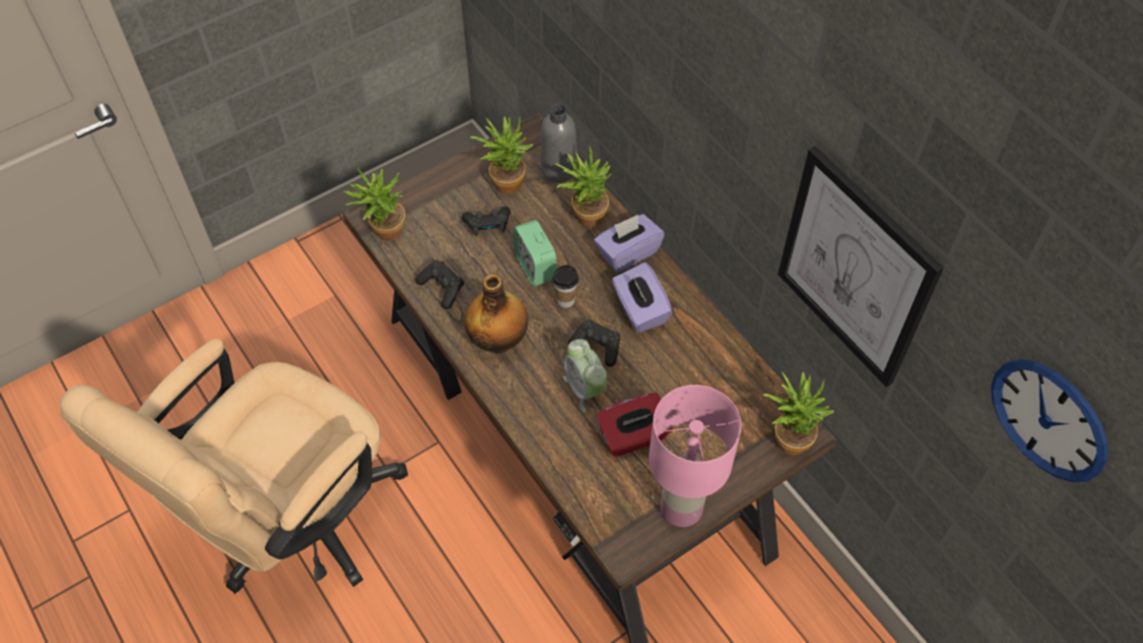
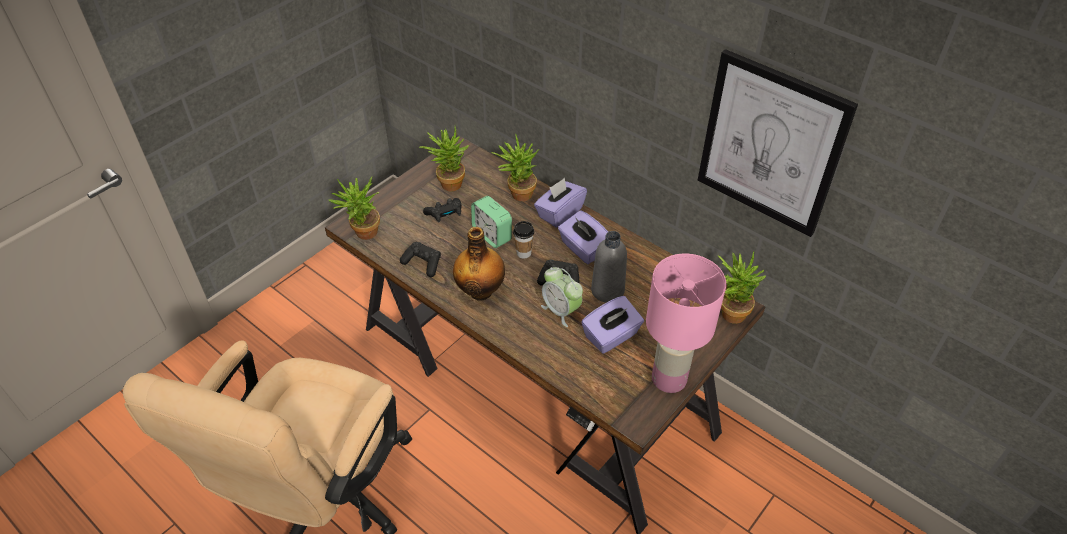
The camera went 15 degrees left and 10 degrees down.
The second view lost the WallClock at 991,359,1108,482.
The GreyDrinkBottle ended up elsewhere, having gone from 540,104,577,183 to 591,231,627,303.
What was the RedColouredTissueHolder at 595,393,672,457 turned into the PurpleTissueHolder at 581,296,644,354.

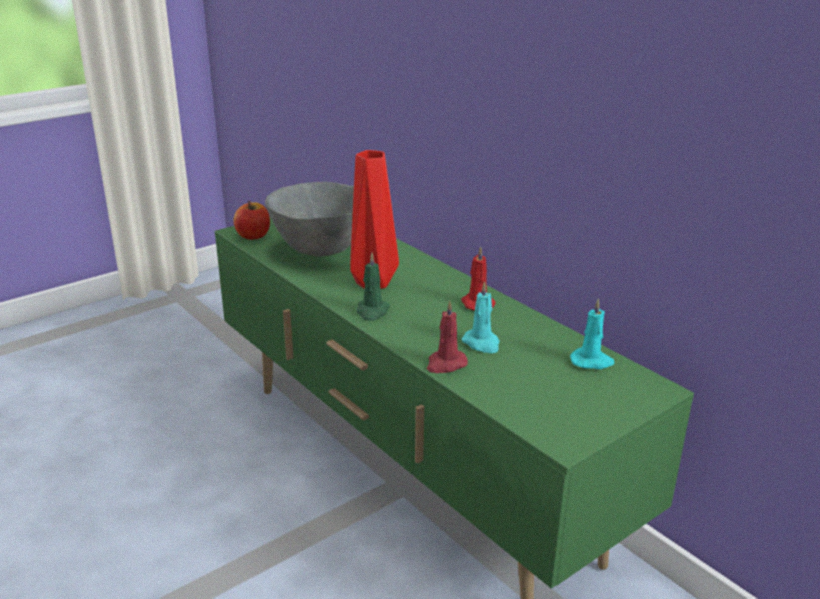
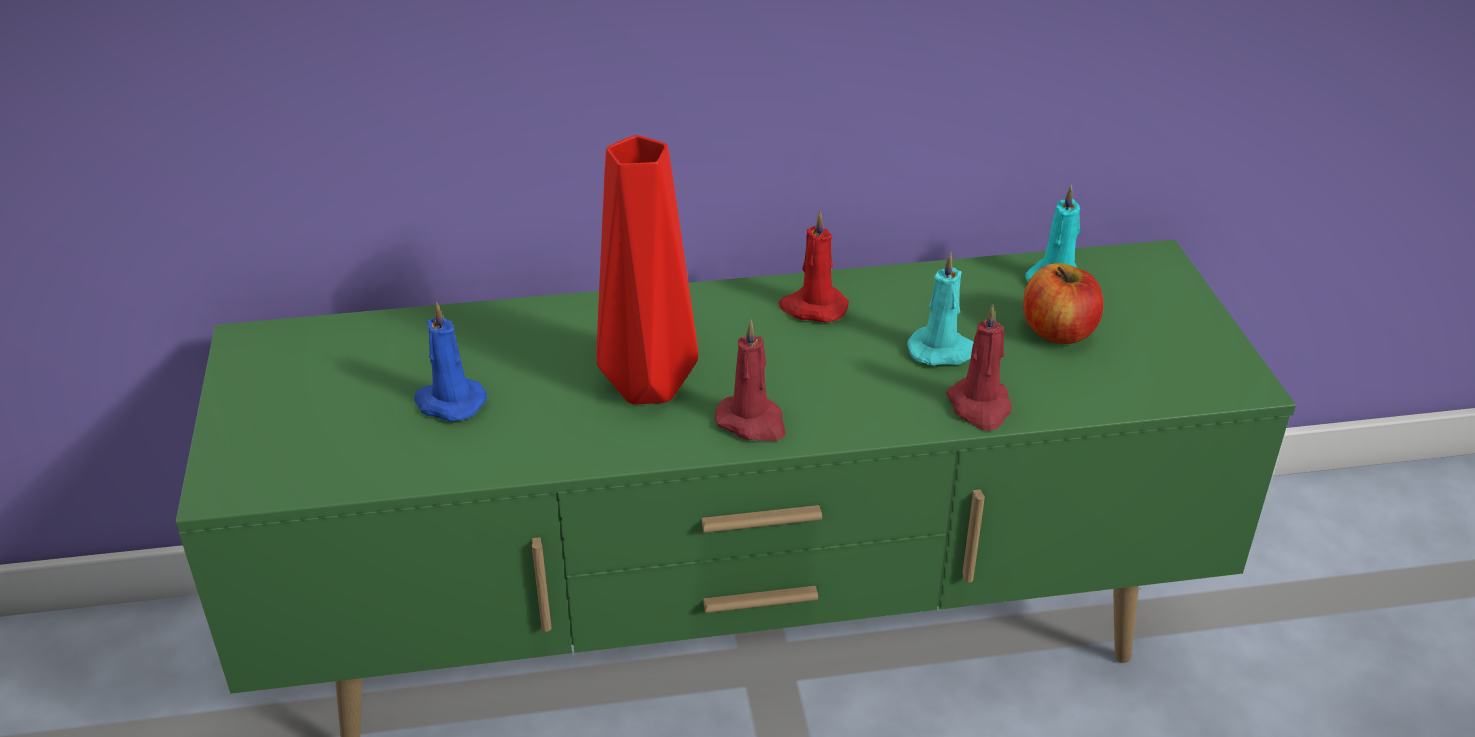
The camera went 60 degrees left and 10 degrees up.
The AppleFruit ended up elsewhere, having gone from 234,201,270,240 to 1023,263,1103,344.
Where the GreyDeepDish stood at 265,182,354,256, the BlueWaxCandle came to stand at 414,302,487,421.
What was the GreenishWaxCandle at 357,253,390,321 turned into the RedColouredWaxCandle at 715,320,786,441.

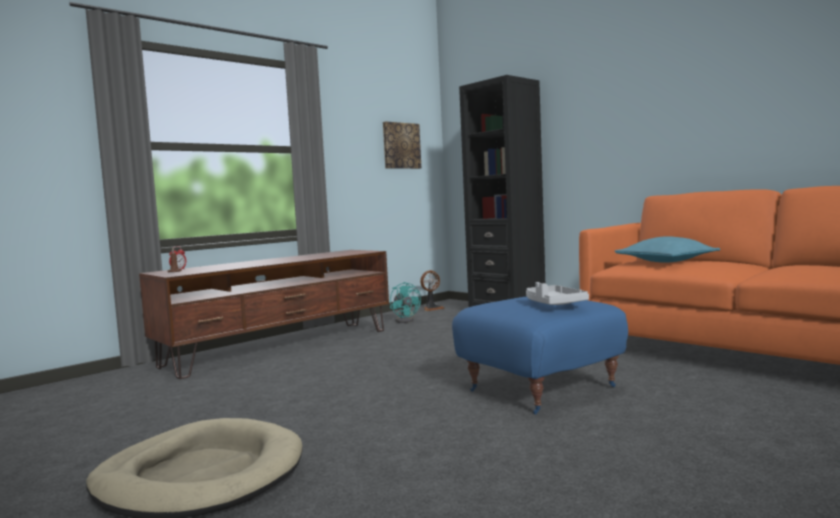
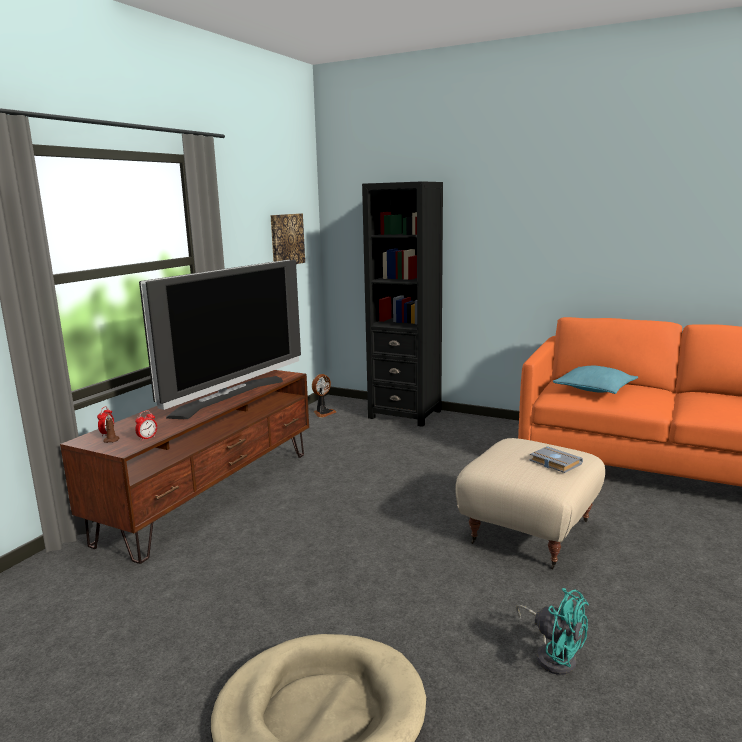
The camera went 20 degrees left and 10 degrees up.
The second view gained the TableClock at 135,410,157,441.
The second view gained the Television at 139,260,301,419.
The BlueGreenElectricFan ended up elsewhere, having gone from 390,282,421,323 to 516,588,589,675.
Where the GreyServingTray stood at 526,282,589,305, the GreyBook came to stand at 530,446,583,473.
What was the BlueFootrest at 452,297,628,415 turned into the BeigeFootrest at 455,438,605,569.

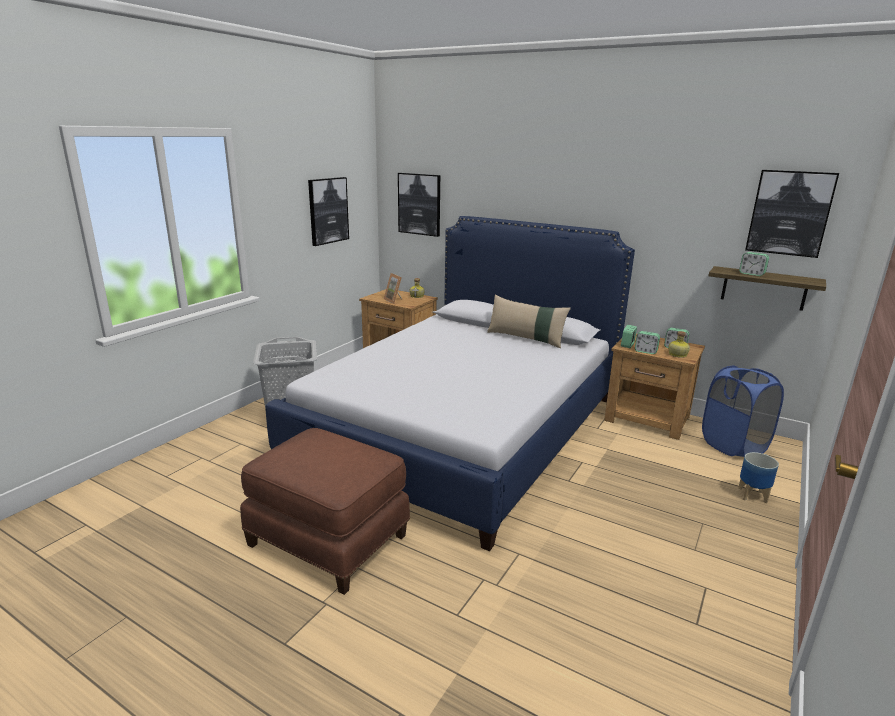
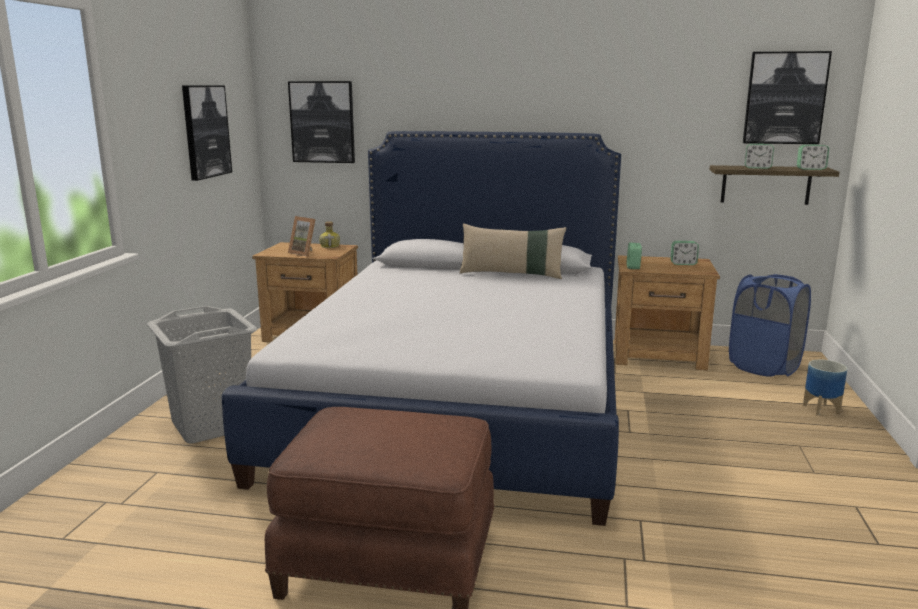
The camera went 20 degrees left and 5 degrees down.
The second view lost the DrinkBottle at 668,331,690,358.
The TableClock ended up elsewhere, having gone from 635,331,660,354 to 797,144,829,170.

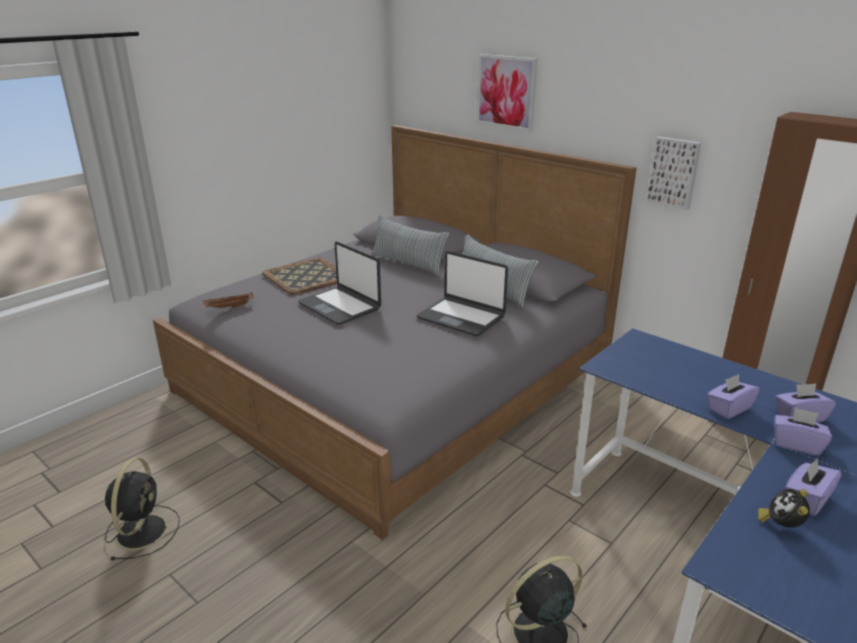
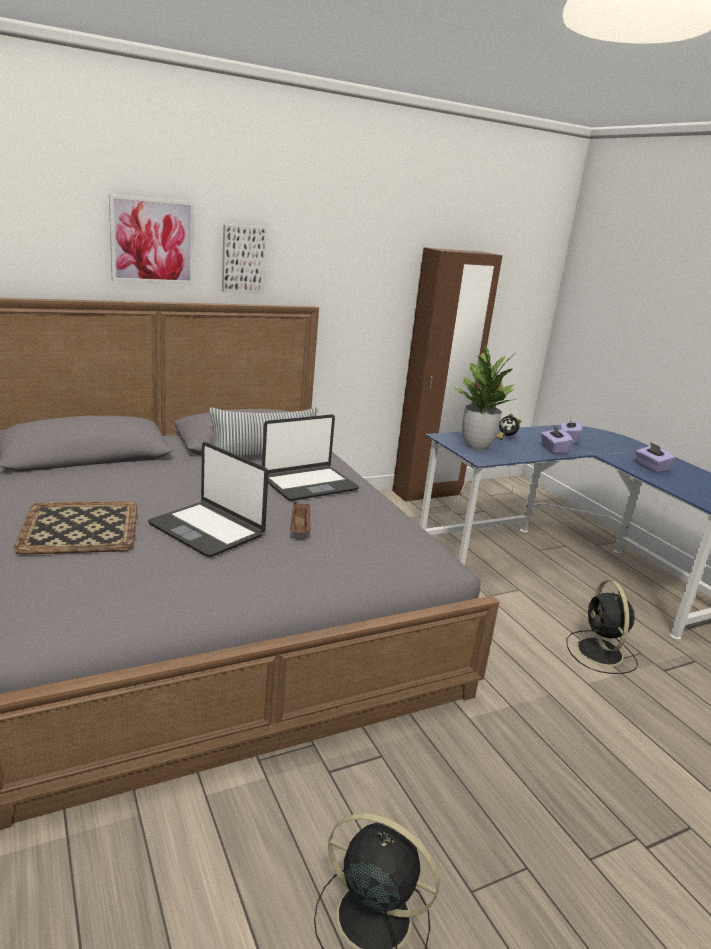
The camera went 70 degrees left and 5 degrees down.
The second view lost the Pillow at 371,215,449,276.
The second view lost the PurpleTissueHolder at 775,407,832,456.
The second view gained the PlantInAPot at 452,345,518,450.
The BrownColouredServingTray ended up elsewhere, having gone from 203,292,254,308 to 290,502,311,533.
The WallPicture ended up elsewhere, having gone from 646,136,701,210 to 222,224,267,293.
The TableClock ended up elsewhere, having gone from 758,489,810,528 to 496,414,521,440.
The PortableComputer at 298,242,381,325 ended up facing another way, 60 degrees clockwise from before.

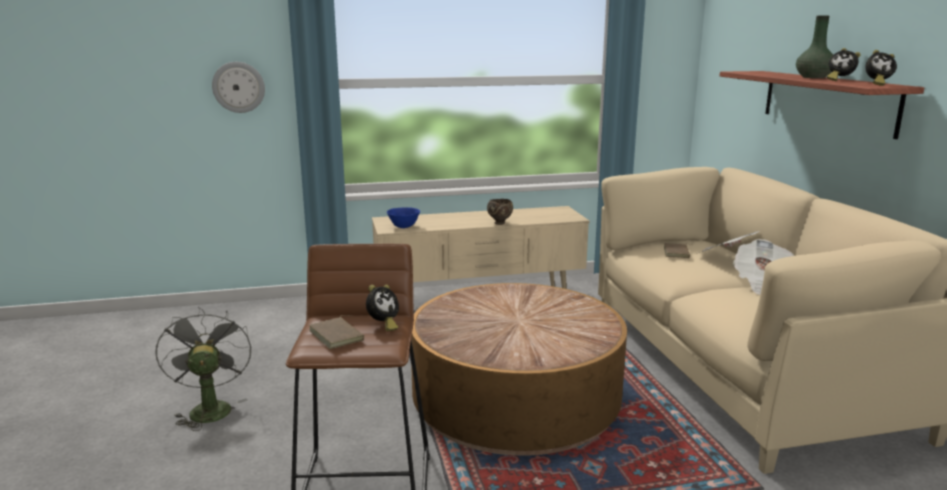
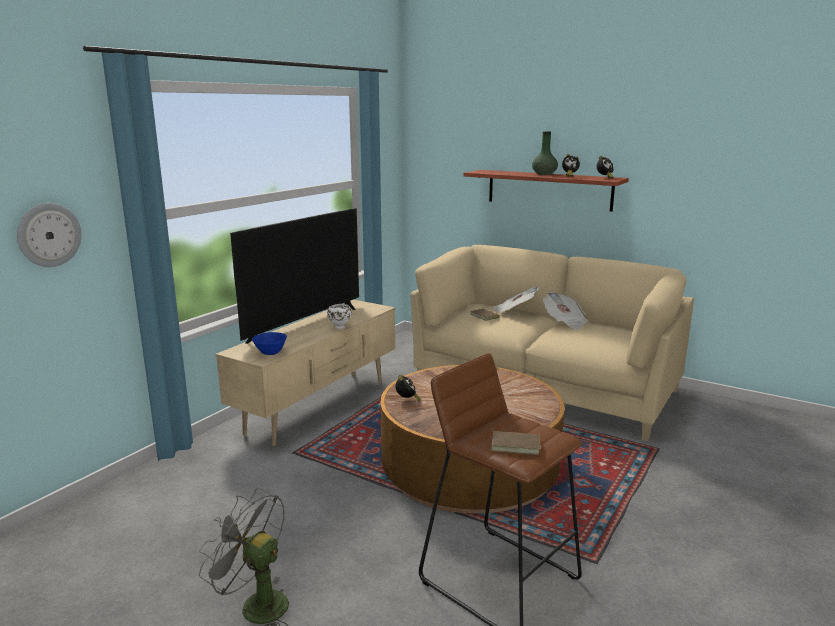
The camera went 45 degrees left and 0 degrees up.
The second view gained the Television at 230,208,359,344.
The TableClock ended up elsewhere, having gone from 366,285,399,331 to 396,374,421,402.
What was the BrownColouredDeepDish at 487,199,513,225 turned into the WhiteDeepDish at 327,304,352,329.

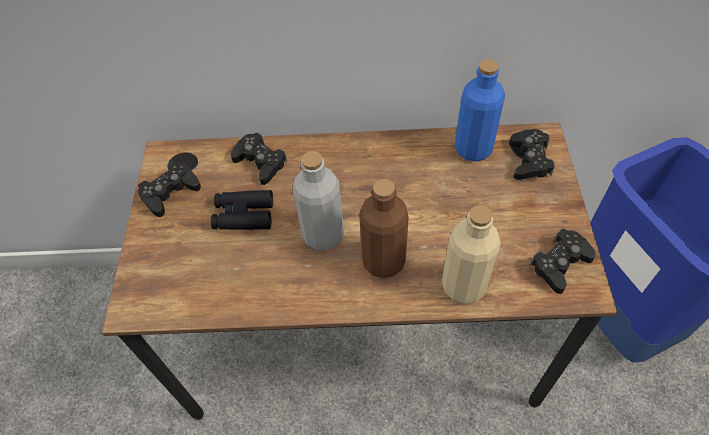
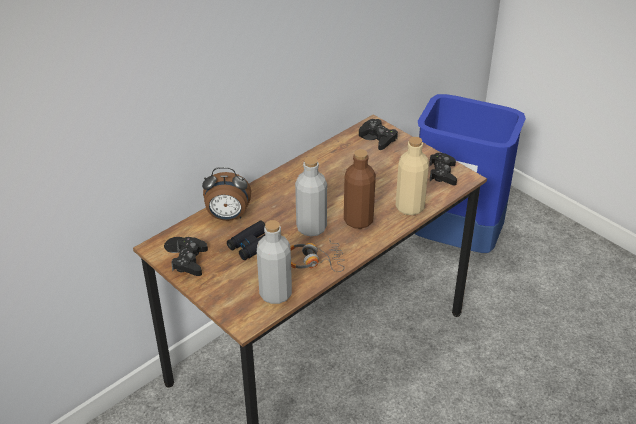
The camera went 45 degrees left and 15 degrees down.
The second view lost the BlueDrinkBottle at 455,59,505,162.
The second view gained the GreyDrinkBottle at 257,220,292,304.
The second view gained the Headphones at 291,238,345,272.
Where the BlackishGamepad stood at 230,133,287,185, the TableClock came to stand at 202,167,251,221.

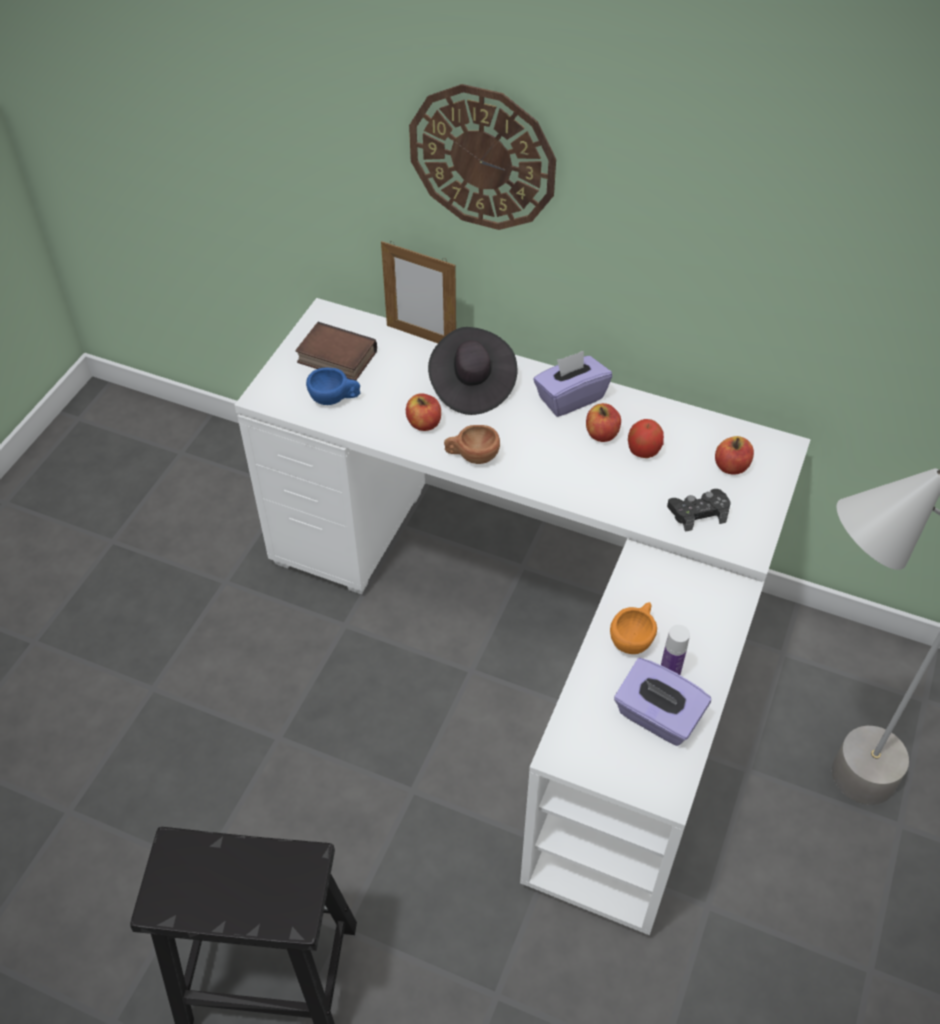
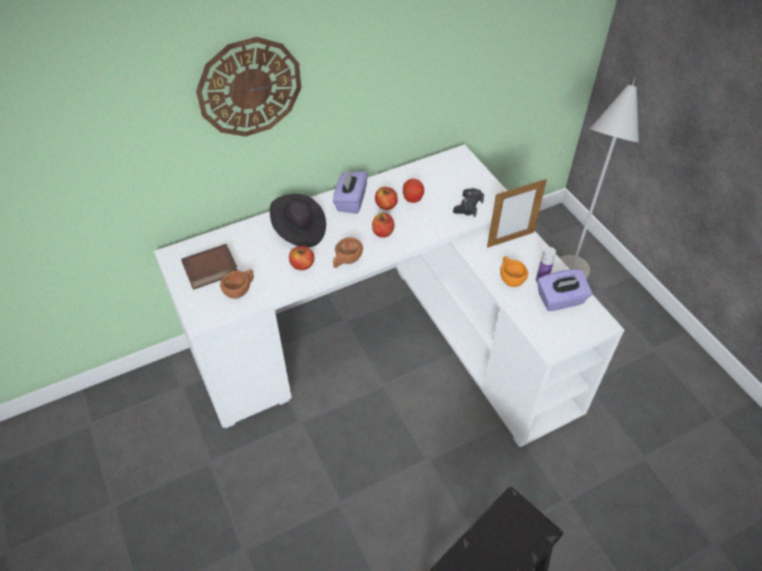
The camera went 50 degrees left and 0 degrees up.
The PhotoFrame ended up elsewhere, having gone from 381,241,456,343 to 487,179,547,248.
The AppleFruit ended up elsewhere, having gone from 715,436,754,475 to 372,213,395,238.
What was the BlueDrinkingCup at 306,368,360,405 turned into the BrownColouredDrinkingCup at 220,269,254,299.

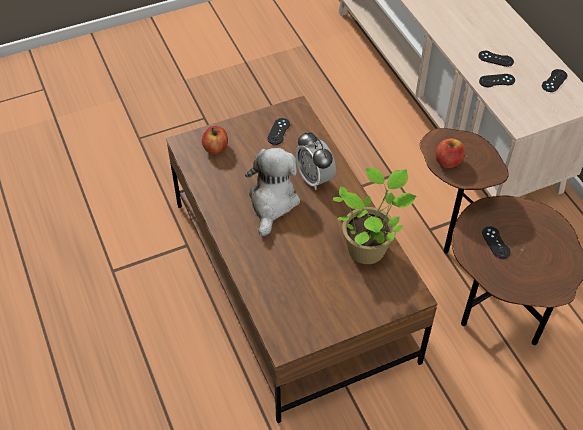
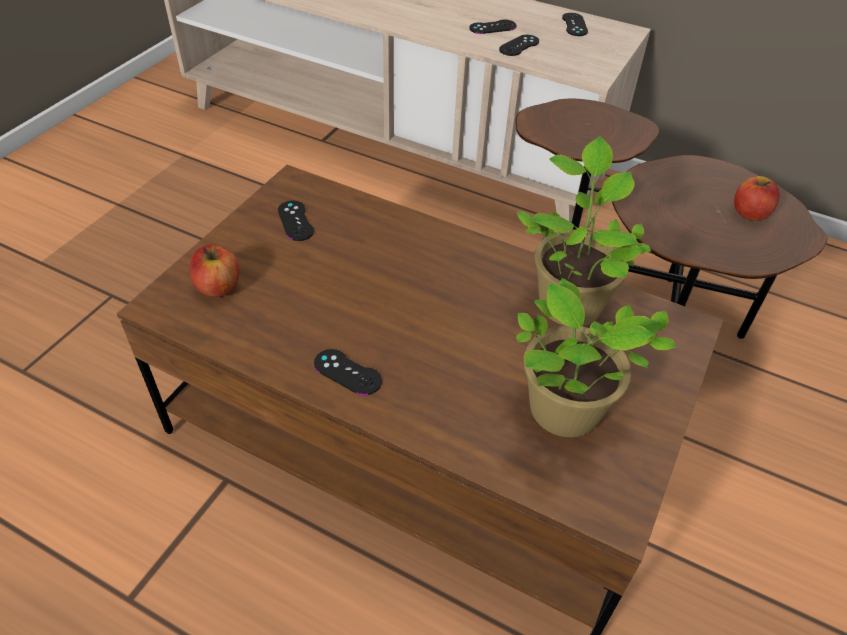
The camera went 40 degrees left and 5 degrees down.
The second view lost the SoftToy at 245,148,300,237.
The second view lost the TableClock at 295,131,336,190.
The second view gained the PlantInAPot at 516,278,677,437.
The AppleFruit ended up elsewhere, having gone from 435,139,465,168 to 734,176,780,221.
The BlackishGamepad ended up elsewhere, having gone from 482,226,511,259 to 314,349,382,395.

